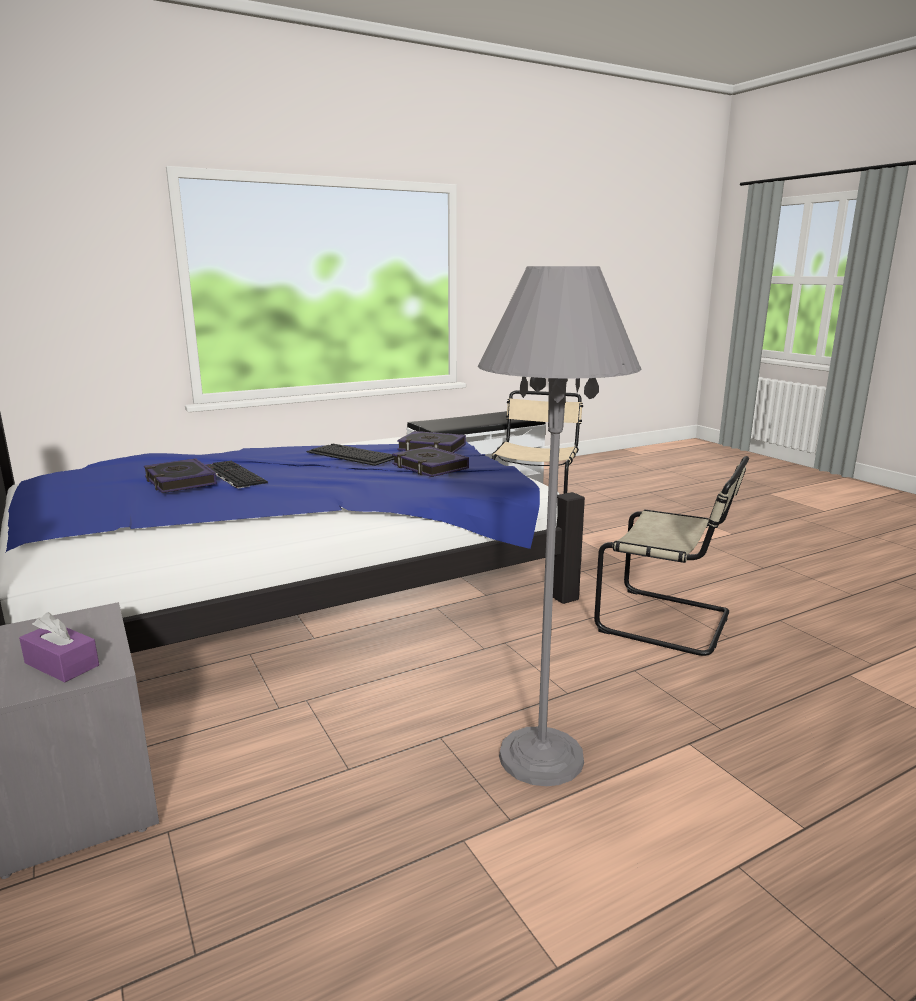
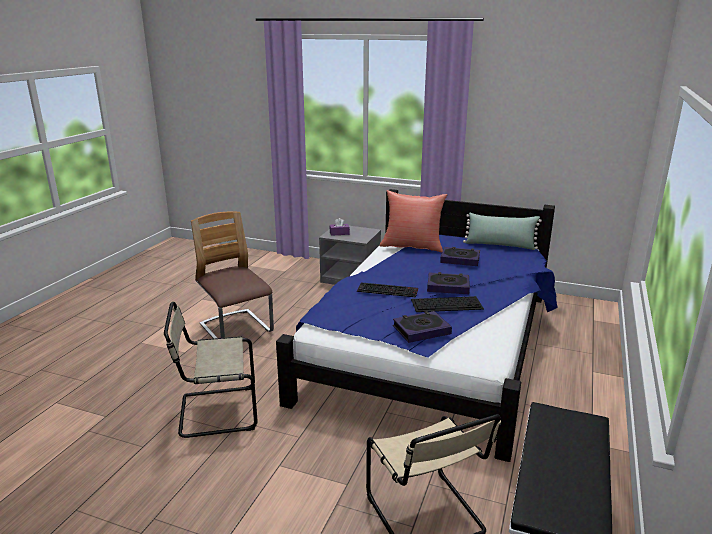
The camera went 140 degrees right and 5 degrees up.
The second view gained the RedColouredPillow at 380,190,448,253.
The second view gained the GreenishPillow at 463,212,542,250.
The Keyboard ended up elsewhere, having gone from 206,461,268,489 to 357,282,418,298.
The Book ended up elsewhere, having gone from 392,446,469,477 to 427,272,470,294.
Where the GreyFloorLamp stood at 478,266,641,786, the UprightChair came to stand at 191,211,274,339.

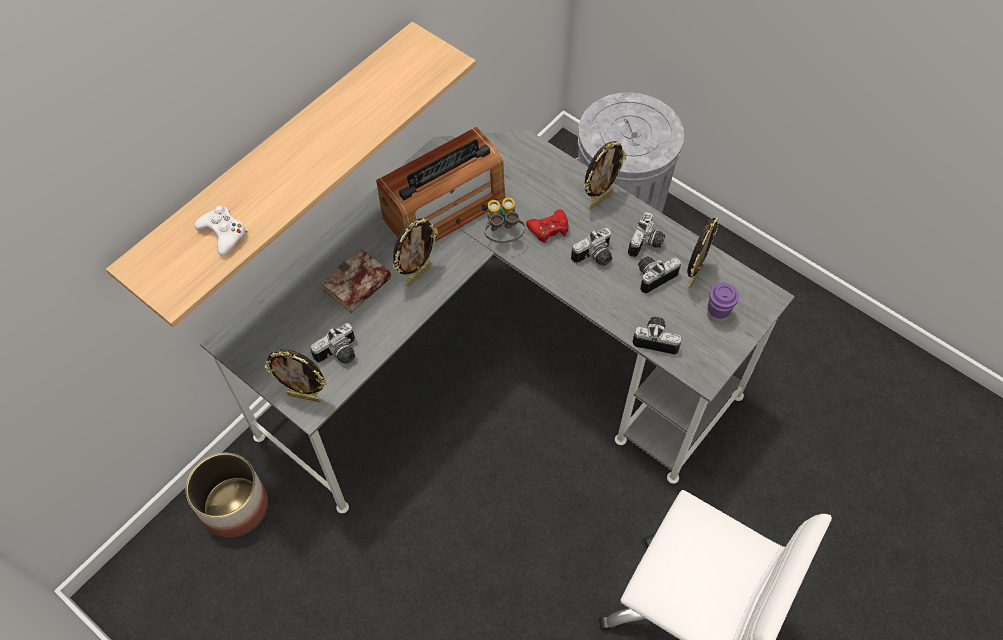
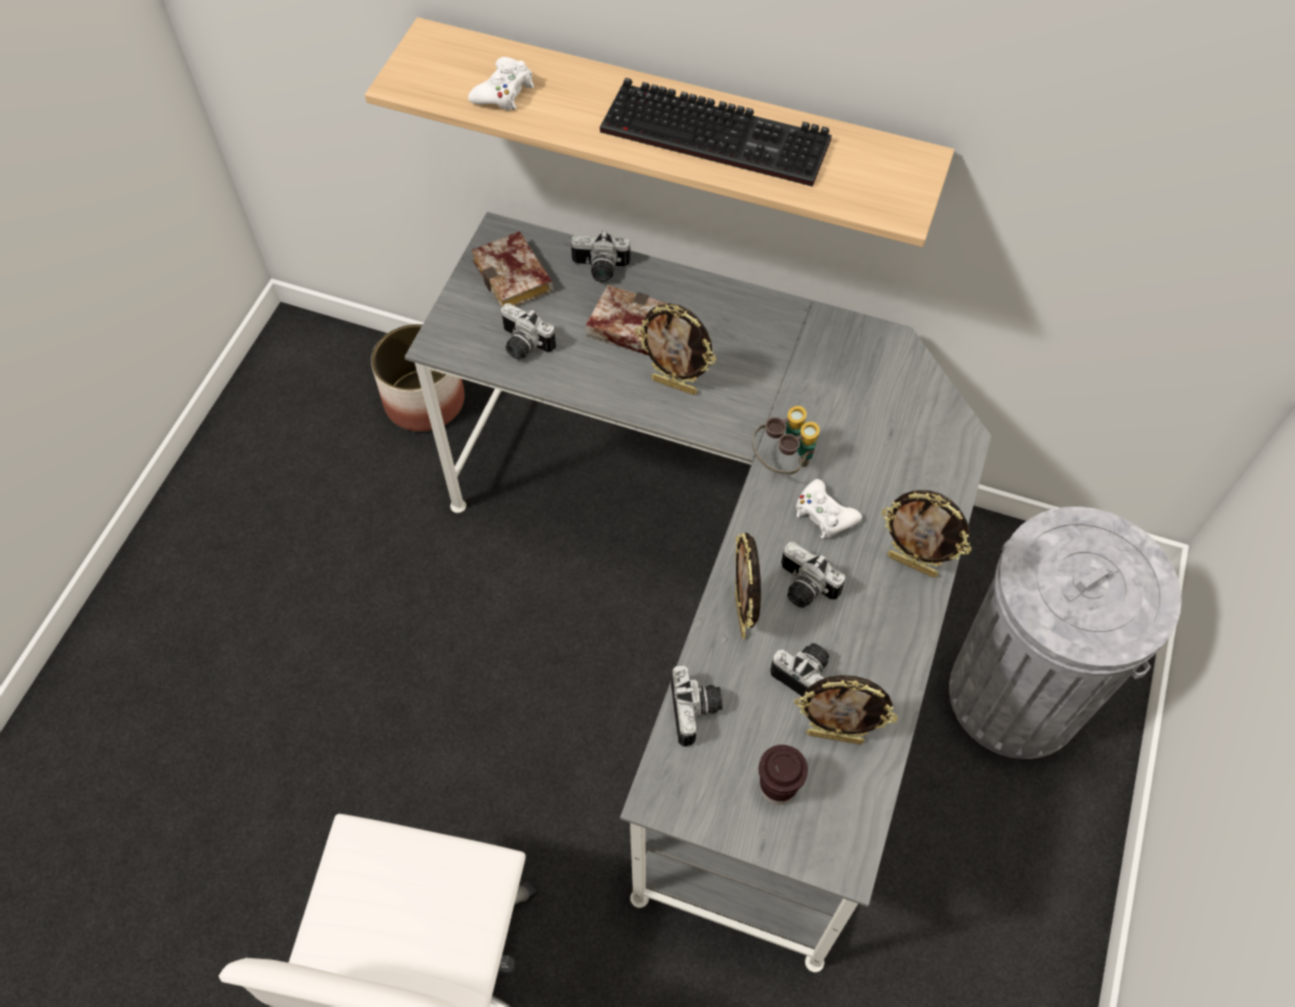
The camera went 70 degrees right and 0 degrees up.
The second view lost the RadioReceiver at 376,127,505,241.
The second view gained the Book at 471,231,553,308.
The second view gained the Keyboard at 600,78,832,187.
The PhotoFrame ended up elsewhere, having gone from 263,349,327,402 to 735,533,761,639.
The StillCamera ended up elsewhere, having gone from 628,212,665,258 to 571,230,631,282.
What was the RedColouredGamepad at 526,209,568,244 turned into the WhiteGamepad at 796,479,862,539.
What was the PurpleDrinkingCup at 707,283,739,323 turned into the BrownColouredDrinkingCup at 759,745,808,805.

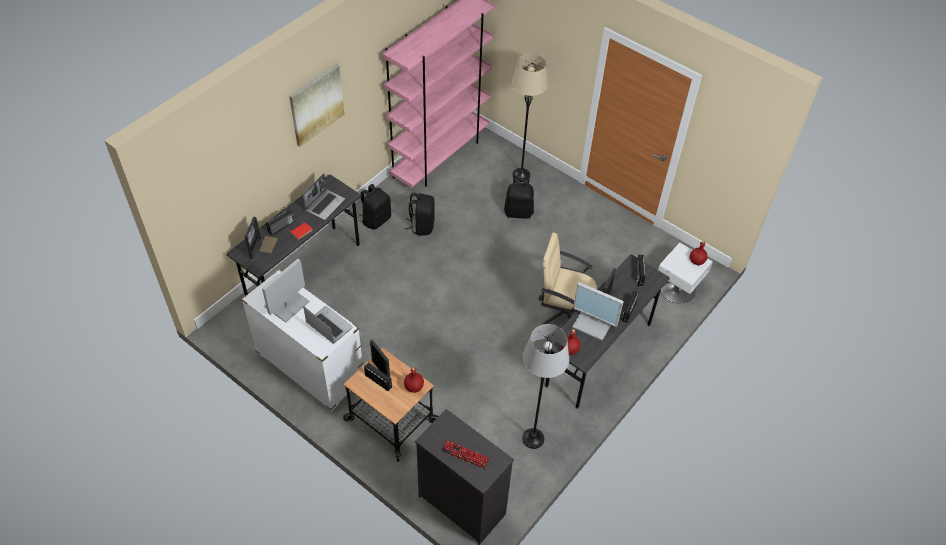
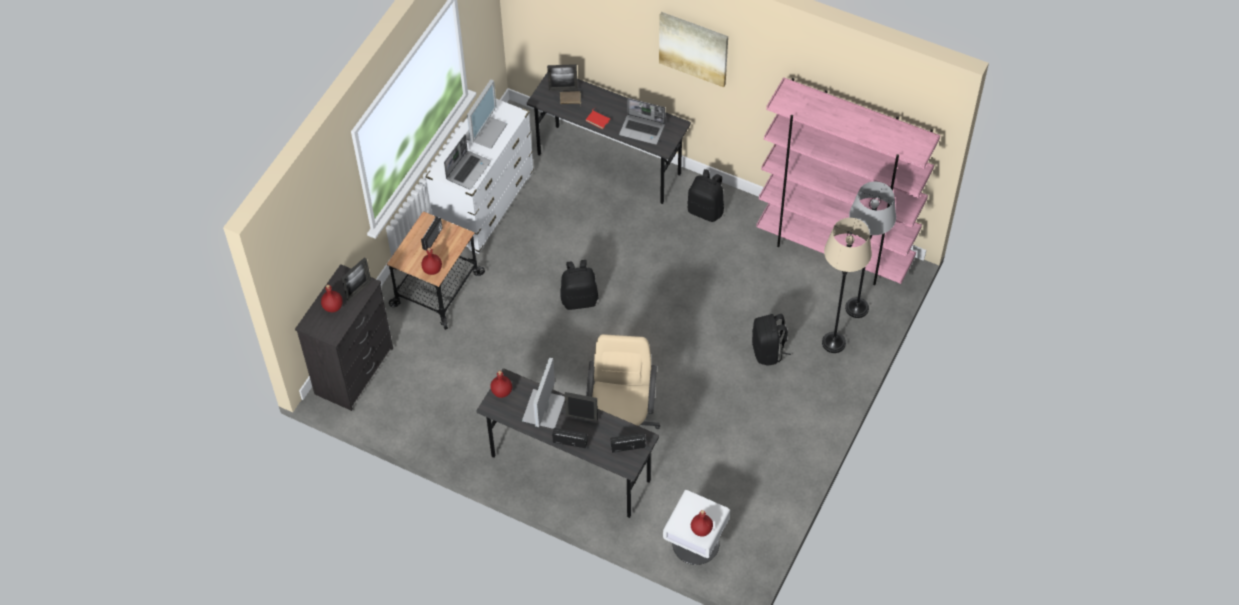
The camera went 80 degrees right and 5 degrees up.
The second view lost the RadioReceiver at 266,209,294,235.
The PhotoFrame ended up elsewhere, having gone from 370,340,390,377 to 342,257,371,301.
The BlackishKnapsack ended up elsewhere, having gone from 405,193,435,236 to 561,260,599,310.
The GreyFloorLamp ended up elsewhere, having gone from 522,324,569,449 to 845,182,896,318.
Where the Keyboard stood at 441,440,490,469, the RedColouredDrinkBottle came to stand at 321,285,343,312.
The ComputerDisplay at 262,259,310,322 ended up facing another way, 90 degrees clockwise from before.

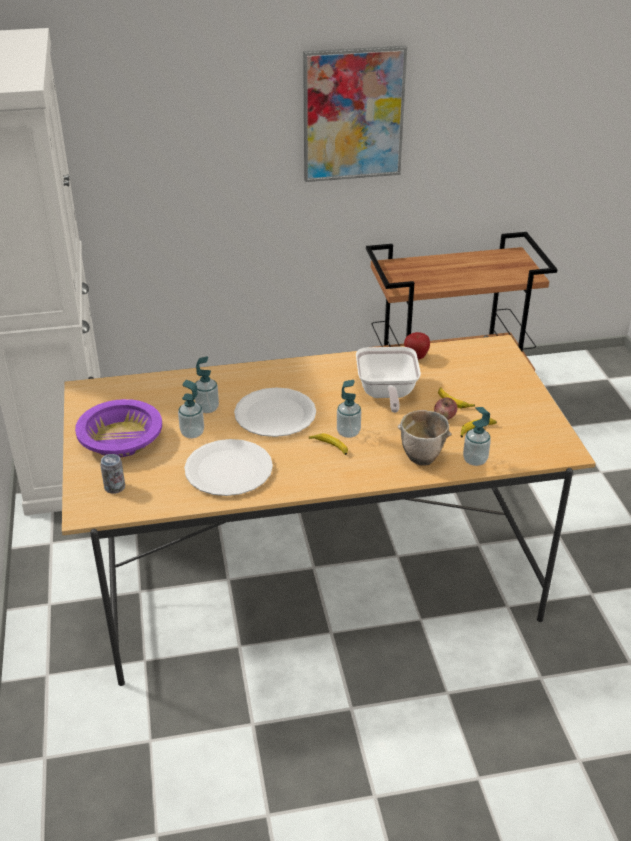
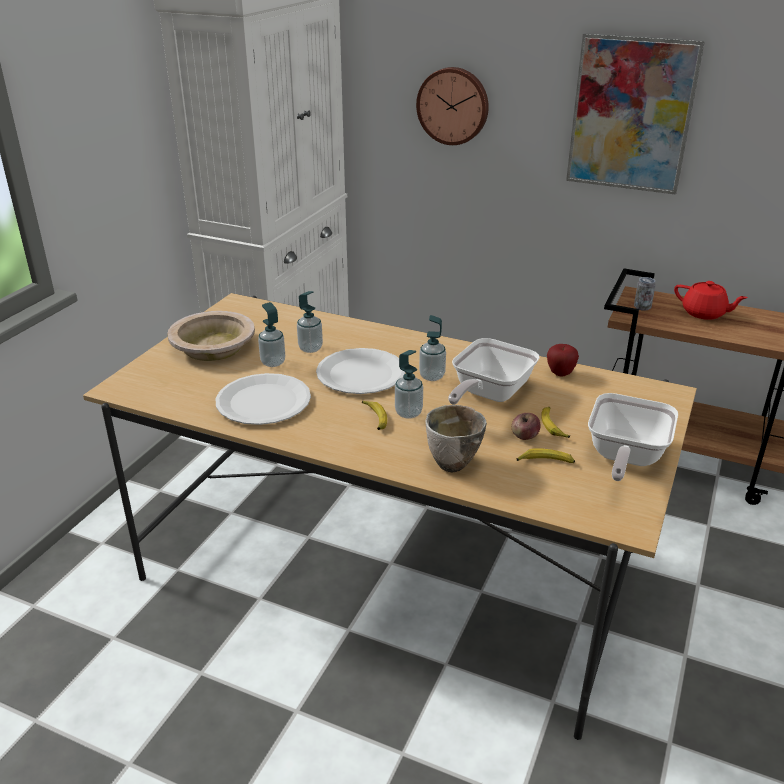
The camera went 35 degrees right and 5 degrees down.
The second view gained the WallClock at 416,67,489,145.
The second view gained the Pan at 588,393,678,481.
The second view gained the RedColouredPotForTea at 674,281,748,320.
The Can ended up elsewhere, having gone from 100,454,125,494 to 634,277,656,311.
The SoapDispenser ended up elsewhere, having gone from 463,407,491,466 to 419,315,446,381.
What was the PurpleDeepDish at 75,399,162,457 turned into the BeigeDeepDish at 167,311,255,361.

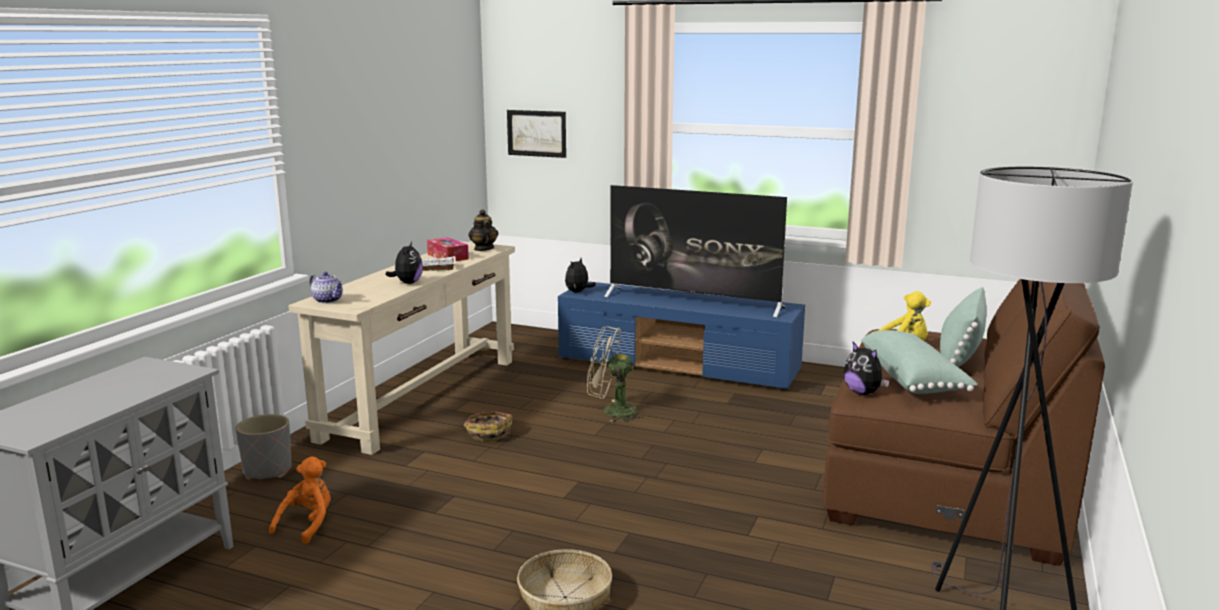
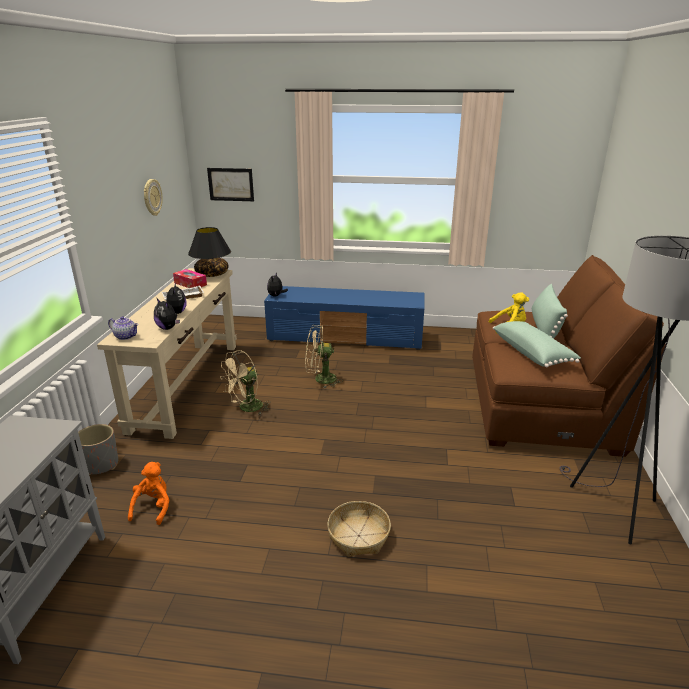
The camera went 15 degrees left and 10 degrees up.
The second view lost the Television at 604,185,787,317.
The second view gained the WallClock at 144,179,163,216.
The SoftToy ended up elsewhere, having gone from 844,342,890,395 to 154,298,180,330.
Where the StorageBasket stood at 464,411,512,442, the BeigeElectricFan came to stand at 220,350,271,415.
Where the PotForTea stood at 468,209,498,251, the BlackishLampForATable came to stand at 188,227,231,277.

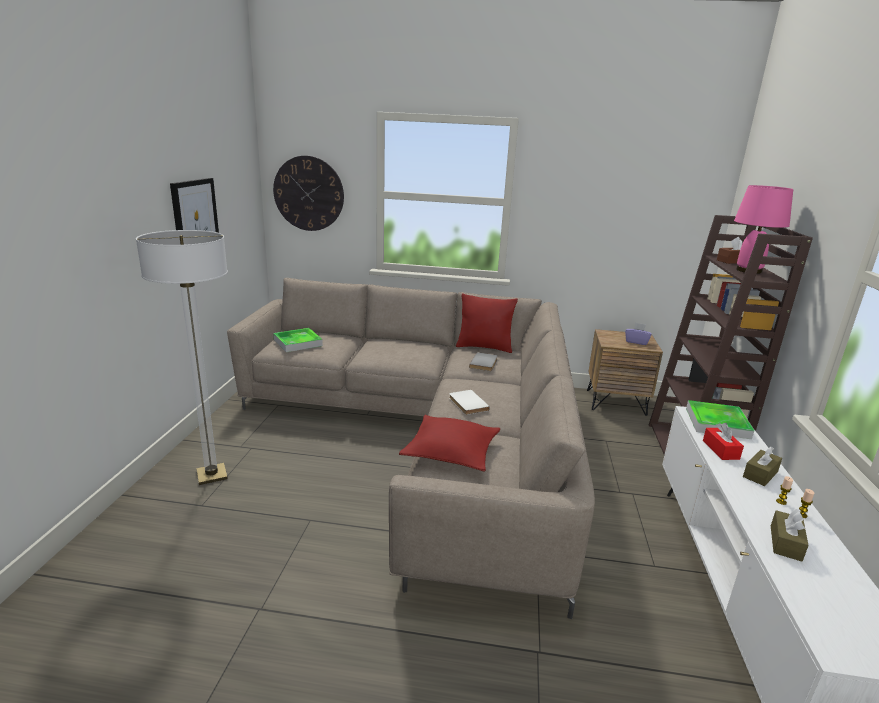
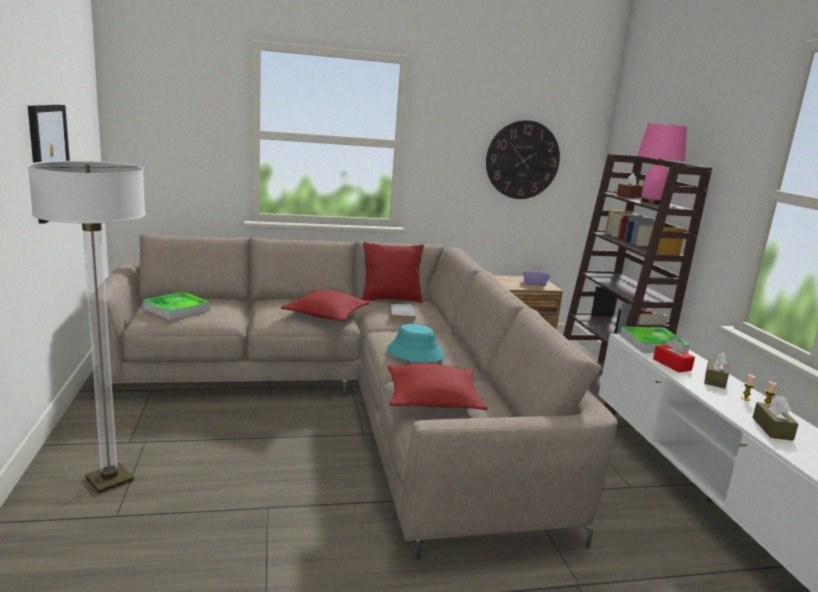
The camera went 20 degrees left and 5 degrees down.
The second view gained the RedColouredPillow at 281,290,371,321.
The WallClock ended up elsewhere, having gone from 273,156,344,231 to 486,120,560,199.
Where the WhiteBook stood at 449,390,490,415, the BlueGreenHat came to stand at 387,324,445,363.

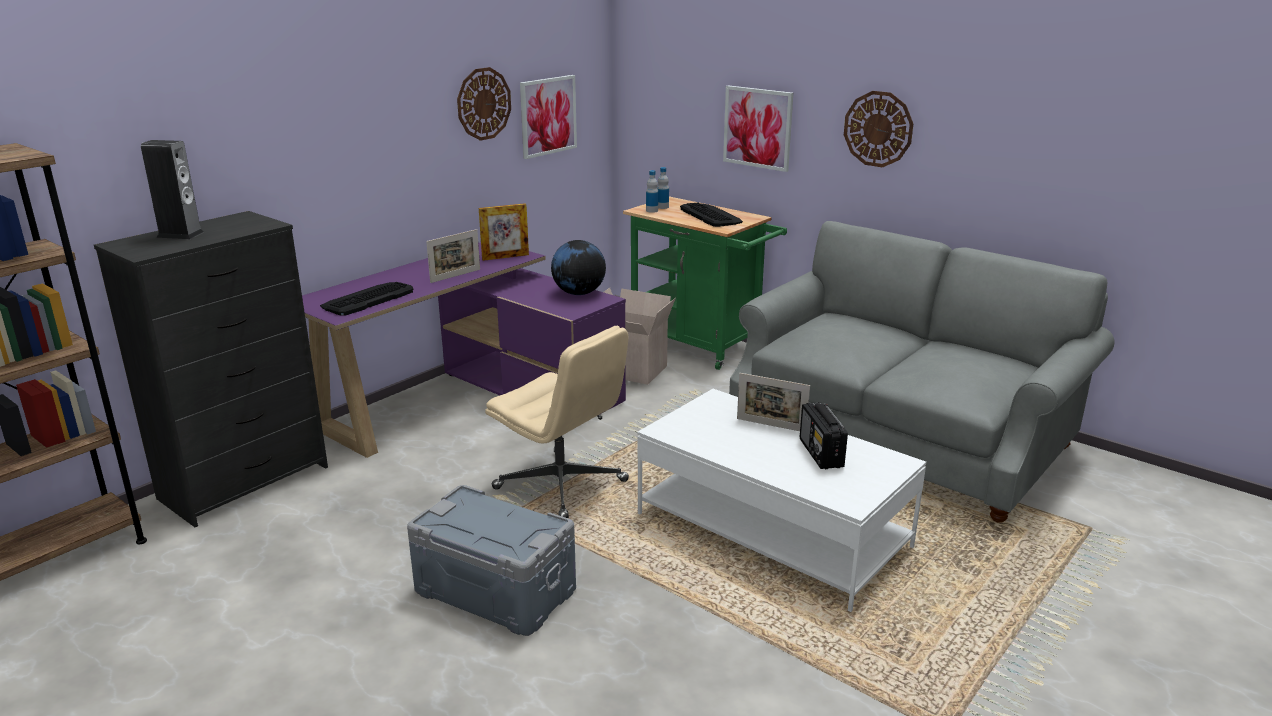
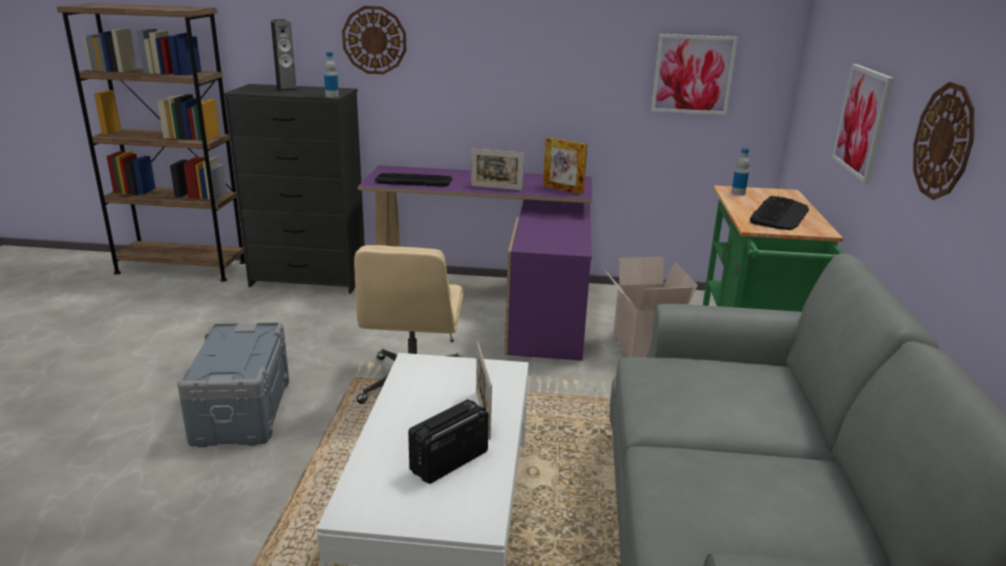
The camera went 55 degrees right and 0 degrees up.
The second view lost the DeskGlobe at 551,240,606,295.
The WallClock ended up elsewhere, having gone from 457,67,511,141 to 342,6,406,74.
The DrinkBottle ended up elsewhere, having gone from 657,167,669,209 to 324,52,339,97.

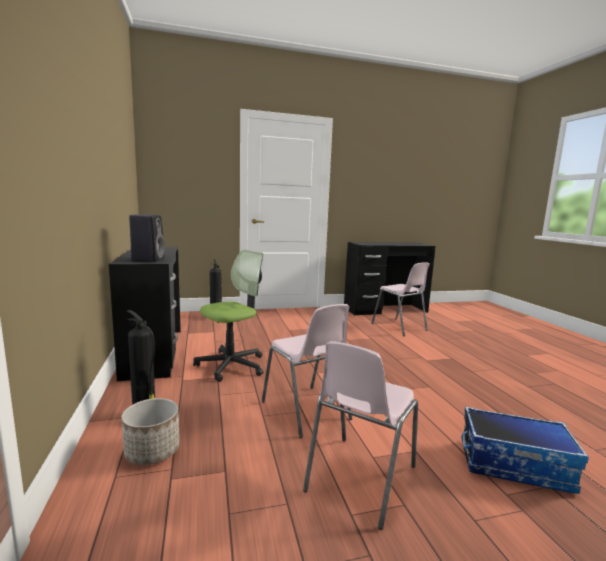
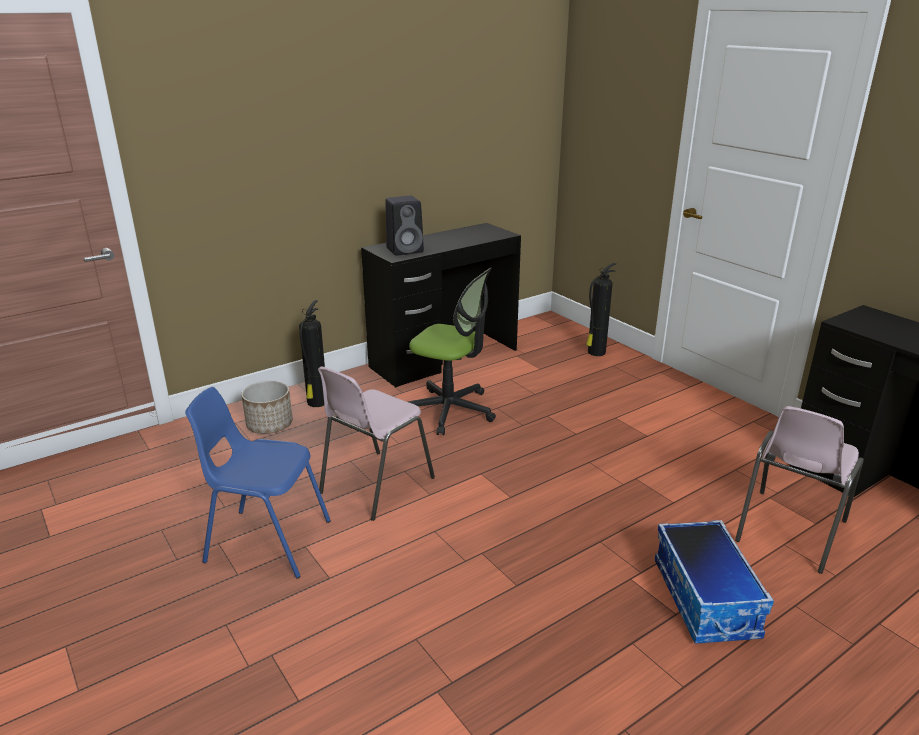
The camera went 70 degrees right and 15 degrees up.
The StorageBin ended up elsewhere, having gone from 461,407,589,494 to 655,520,774,644.
What was the PinkishUprightChair at 303,341,418,530 turned into the BlueUprightChair at 185,387,331,578.

